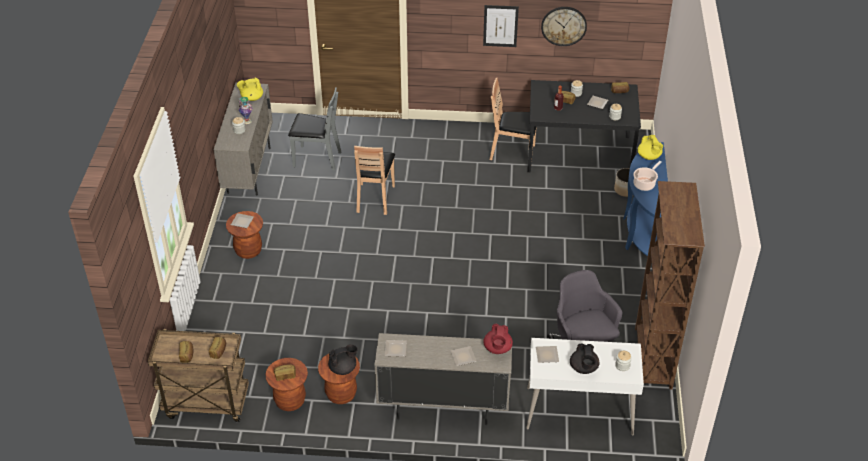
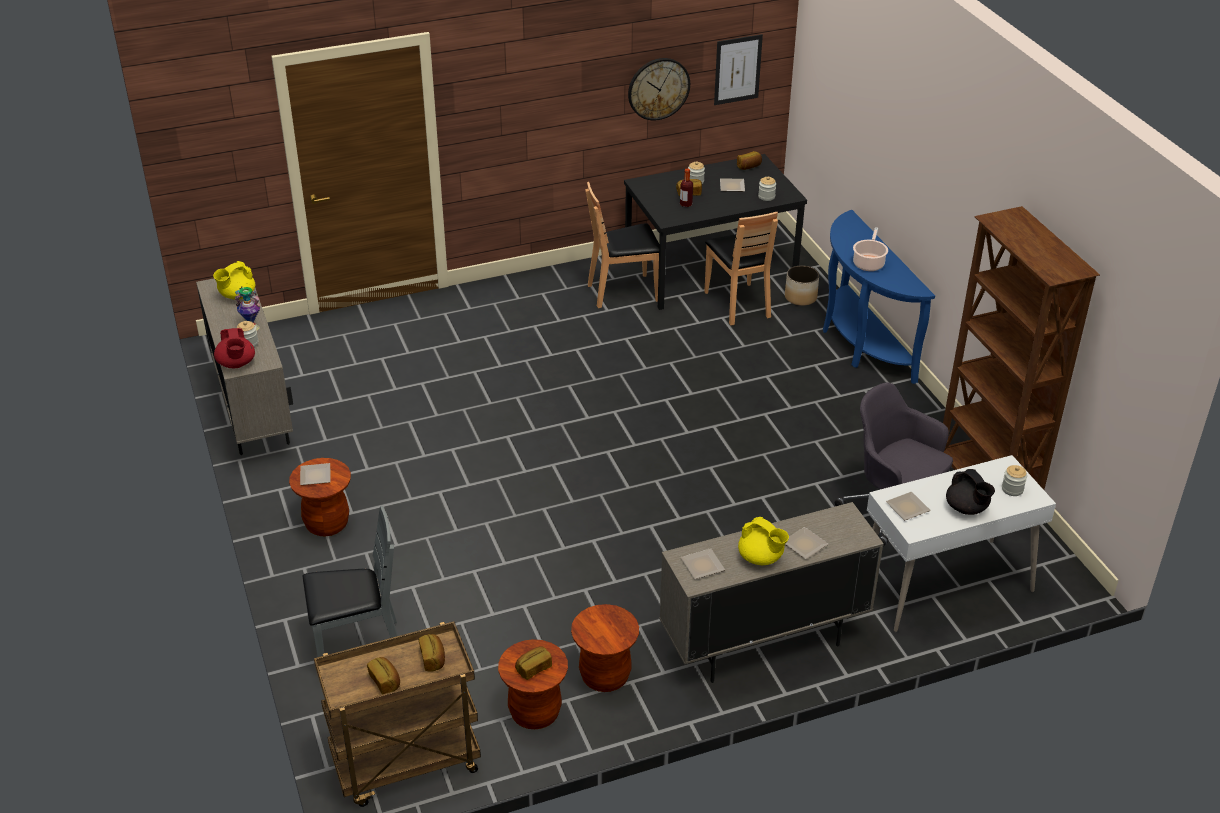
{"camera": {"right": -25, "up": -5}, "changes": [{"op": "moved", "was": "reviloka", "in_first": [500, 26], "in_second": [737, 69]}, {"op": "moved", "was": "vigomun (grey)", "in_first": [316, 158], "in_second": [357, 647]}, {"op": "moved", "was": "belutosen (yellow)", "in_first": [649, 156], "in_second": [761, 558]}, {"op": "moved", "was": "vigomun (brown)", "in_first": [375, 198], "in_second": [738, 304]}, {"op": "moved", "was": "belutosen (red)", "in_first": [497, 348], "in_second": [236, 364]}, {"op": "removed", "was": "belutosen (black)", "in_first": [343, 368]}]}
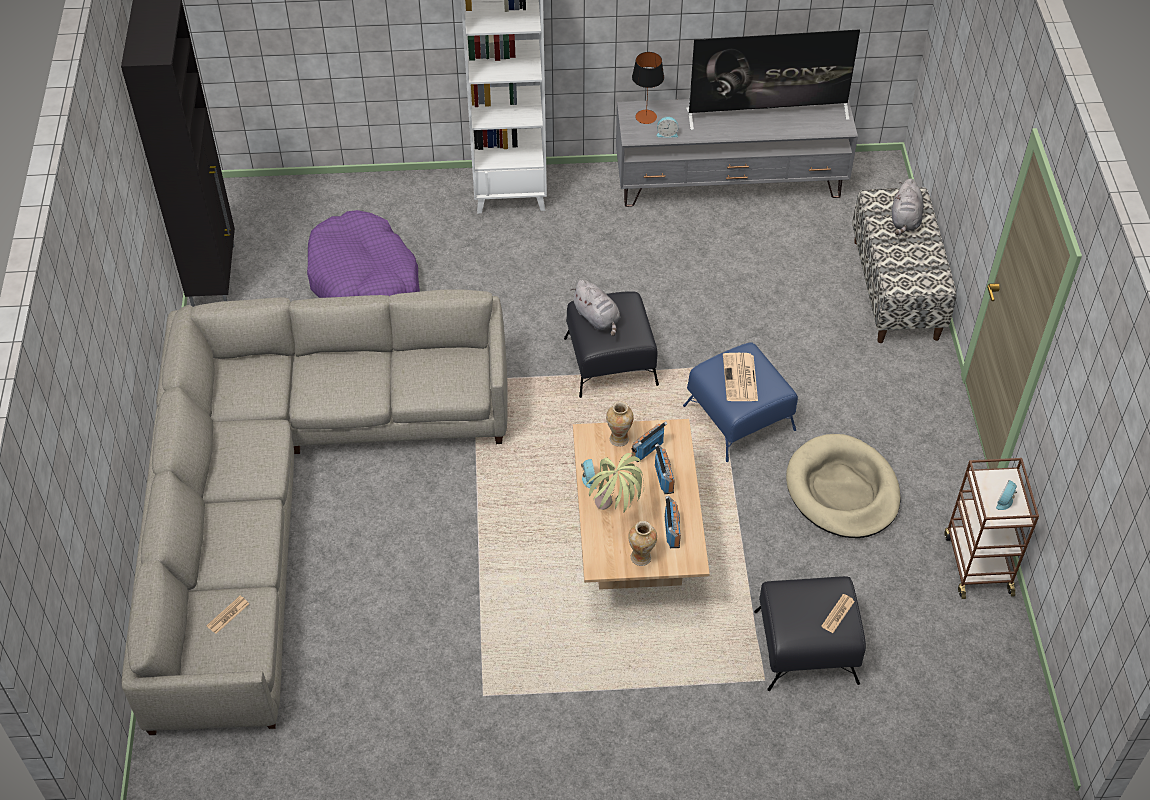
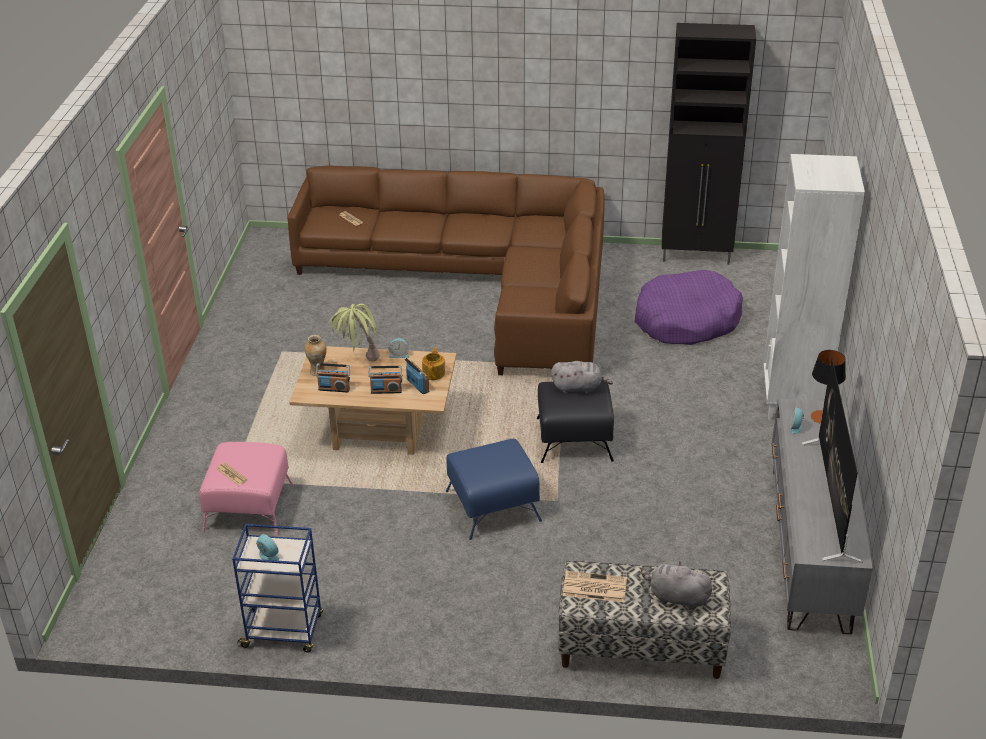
{"camera": {"right": 100, "up": -15}, "changes": [{"op": "turned", "was": "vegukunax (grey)", "in_first": [597, 318], "in_second": [579, 388], "clockwise": -150}, {"op": "recoloured", "was": "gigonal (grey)", "now": "gigonal (brown)", "in_first": [289, 492], "in_second": [480, 283]}, {"op": "moved", "was": "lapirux", "in_first": [740, 378], "in_second": [593, 587]}, {"op": "replaced", "was": "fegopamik", "now": "belutosen", "in_first": [619, 438], "in_second": [434, 373]}, {"op": "removed", "was": "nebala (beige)", "in_first": [842, 490]}, {"op": "recoloured", "was": "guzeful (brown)", "now": "guzeful (blue)", "in_first": [977, 563], "in_second": [284, 631]}, {"op": "recoloured", "was": "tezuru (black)", "now": "tezuru (pink)", "in_first": [805, 646], "in_second": [249, 507]}]}
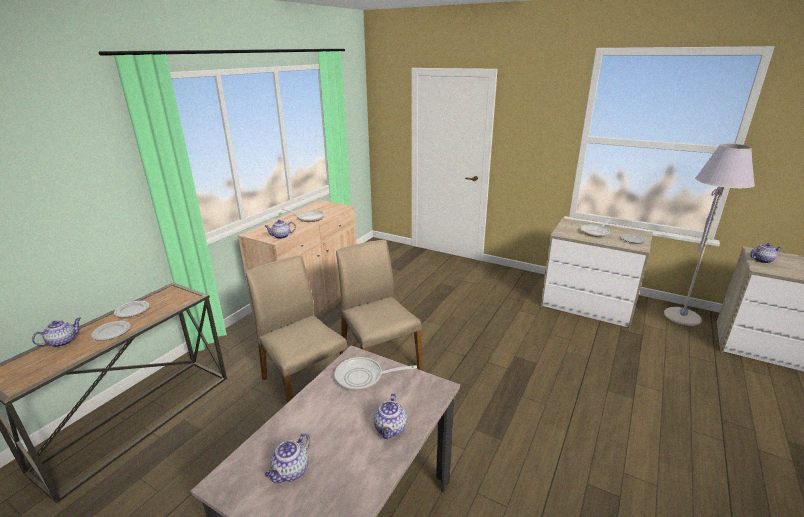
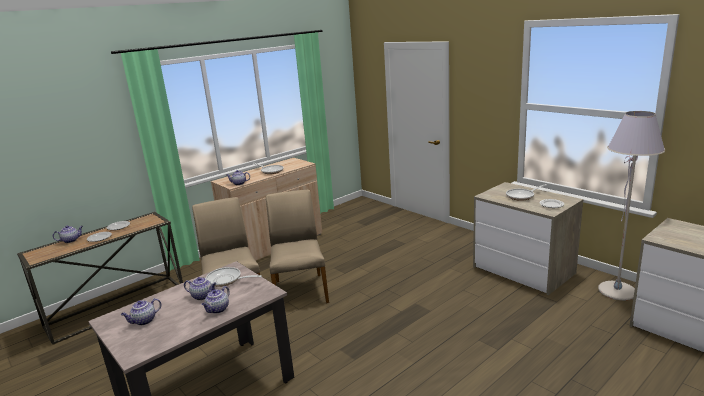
{"camera": {"right": 20, "up": -5}, "changes": [{"op": "moved", "was": "belutosen", "in_first": [762, 260], "in_second": [203, 296]}]}
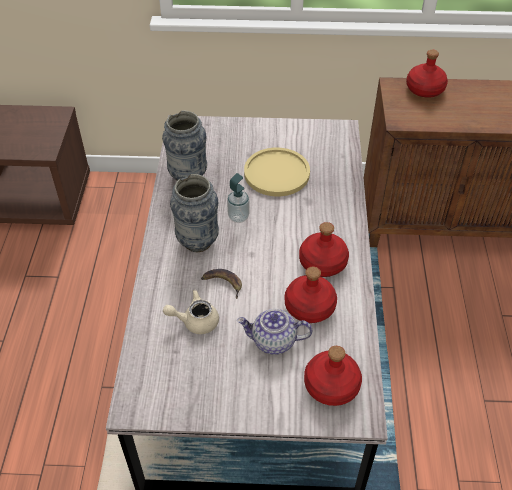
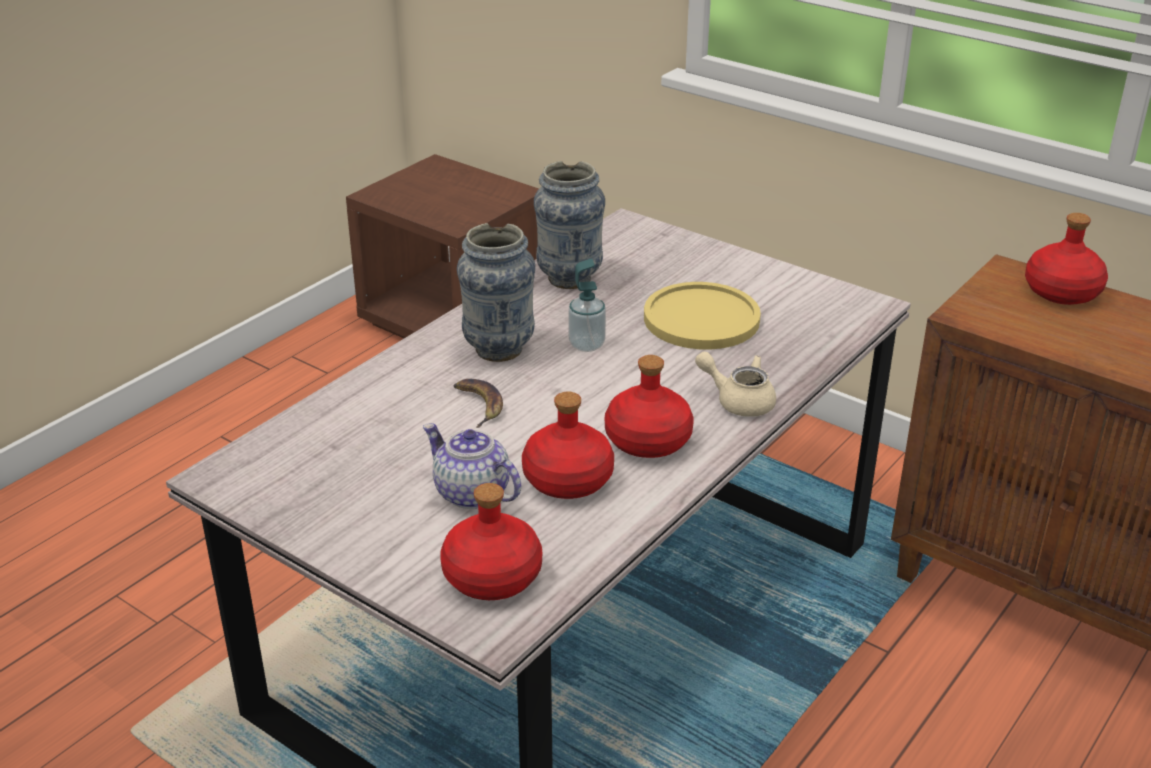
{"camera": {"right": 35, "up": -15}, "changes": [{"op": "moved", "was": "belutosen (beige)", "in_first": [195, 321], "in_second": [738, 400]}]}
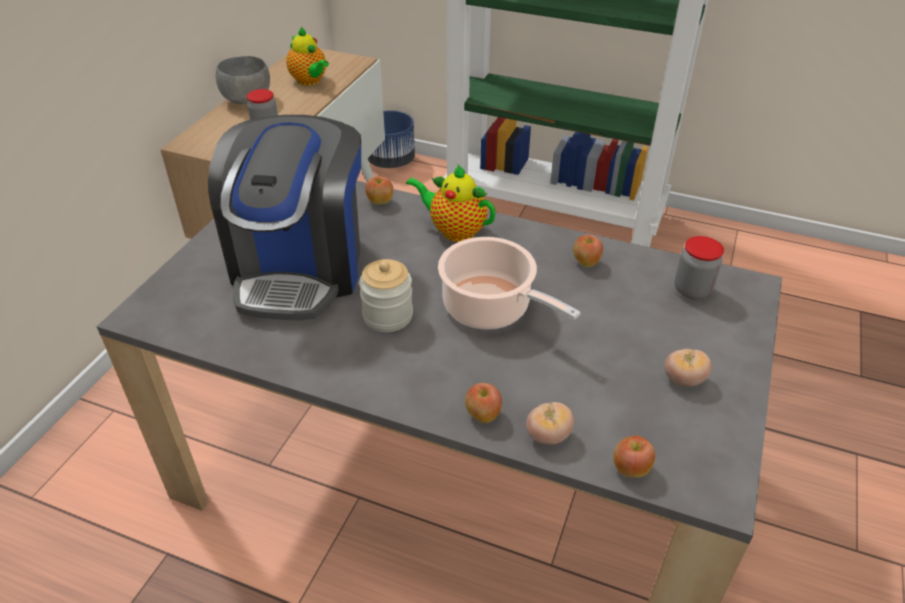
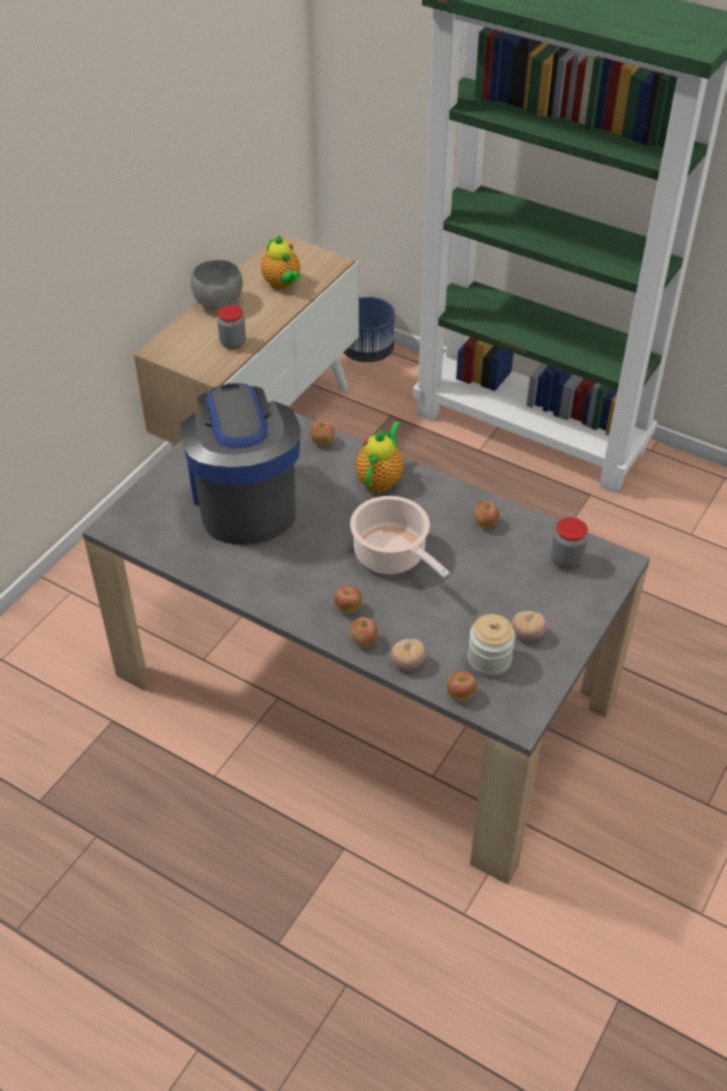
{"camera": {"right": 10, "up": 5}, "changes": [{"op": "turned", "was": "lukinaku", "in_first": [300, 268], "in_second": [245, 500], "clockwise": 150}, {"op": "turned", "was": "belutosen", "in_first": [454, 231], "in_second": [380, 479], "clockwise": 75}, {"op": "moved", "was": "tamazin", "in_first": [388, 316], "in_second": [489, 660]}, {"op": "added", "now": "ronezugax", "in_second": [347, 608]}]}
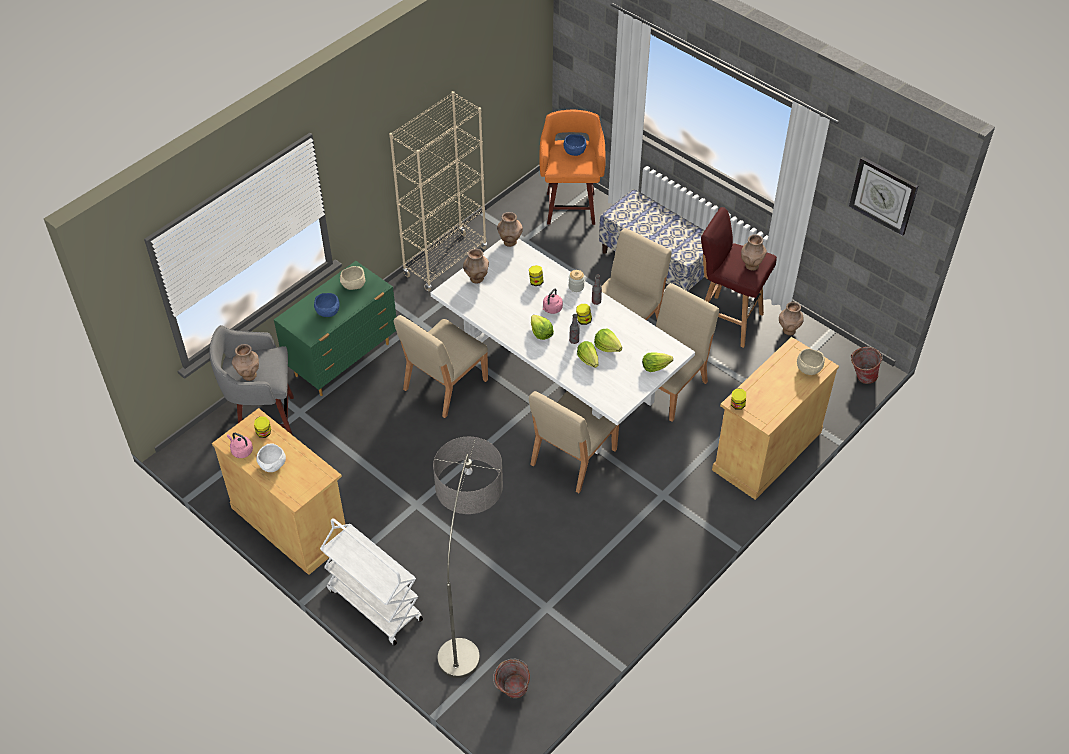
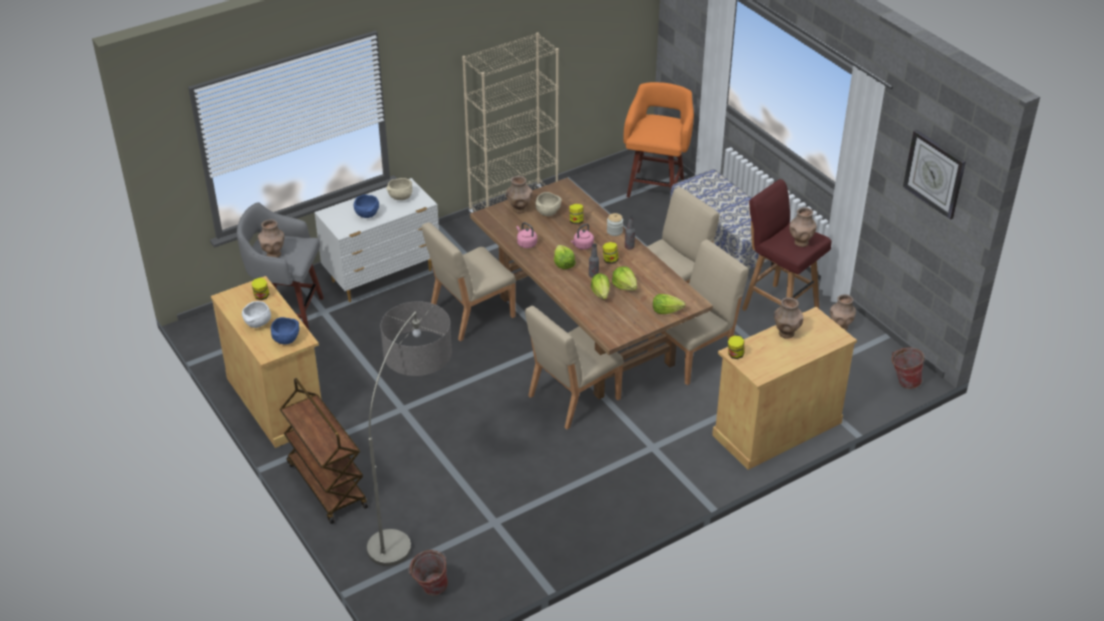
{"camera": {"right": 15, "up": -10}, "changes": [{"op": "moved", "was": "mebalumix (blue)", "in_first": [574, 152], "in_second": [286, 339]}, {"op": "moved", "was": "fegopamik (brown)", "in_first": [510, 242], "in_second": [786, 334]}, {"op": "recoloured", "was": "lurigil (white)", "now": "lurigil (brown)", "in_first": [560, 382], "in_second": [586, 331]}, {"op": "recoloured", "was": "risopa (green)", "now": "risopa (white)", "in_first": [344, 360], "in_second": [383, 276]}, {"op": "moved", "was": "mebalumix (beige)", "in_first": [808, 369], "in_second": [548, 212]}, {"op": "moved", "was": "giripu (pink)", "in_first": [241, 451], "in_second": [526, 243]}, {"op": "recoloured", "was": "guzeful (white)", "now": "guzeful (brown)", "in_first": [374, 604], "in_second": [326, 485]}]}
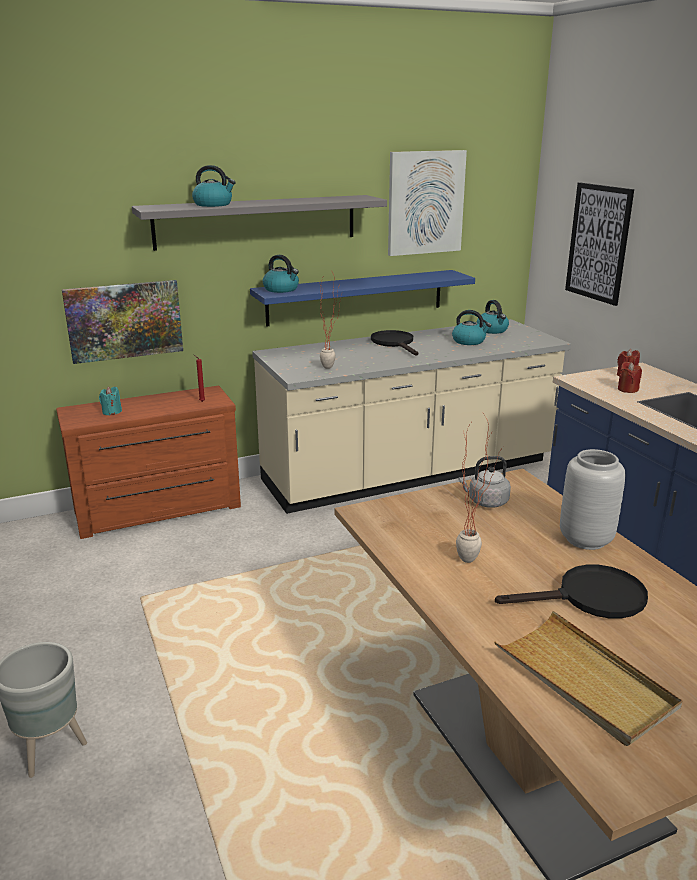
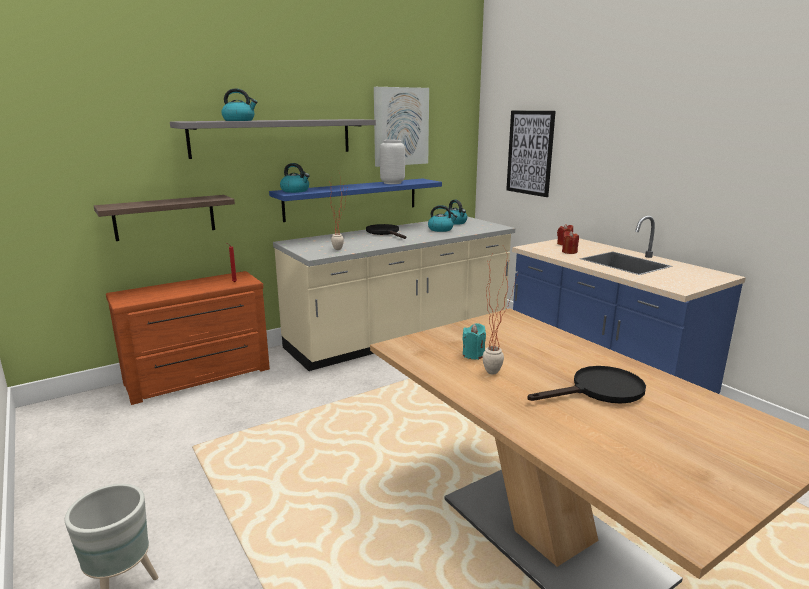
{"camera": {"right": -10, "up": -5}, "changes": [{"op": "replaced", "was": "reviloka", "now": "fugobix", "in_first": [124, 320], "in_second": [165, 217]}, {"op": "moved", "was": "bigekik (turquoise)", "in_first": [112, 412], "in_second": [473, 355]}, {"op": "moved", "was": "fegopamik (grey)", "in_first": [586, 539], "in_second": [392, 183]}, {"op": "removed", "was": "giripu (grey)", "in_first": [486, 502]}, {"op": "removed", "was": "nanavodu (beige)", "in_first": [584, 680]}]}
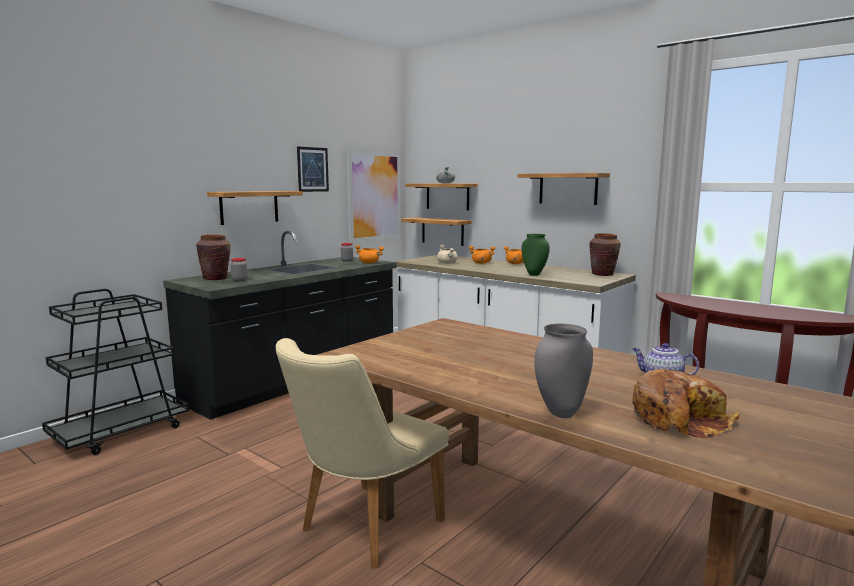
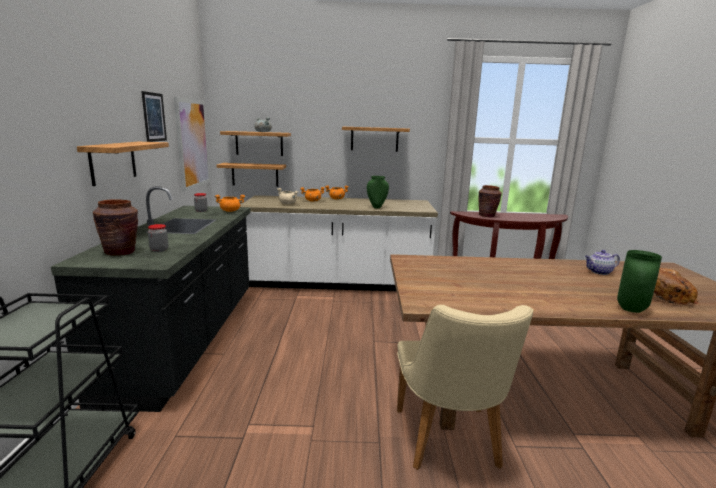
{"camera": {"right": -40, "up": 5}, "changes": [{"op": "moved", "was": "fegopamik (brown)", "in_first": [602, 274], "in_second": [487, 216]}, {"op": "recoloured", "was": "fegopamik (grey)", "now": "fegopamik (green)", "in_first": [561, 414], "in_second": [632, 310]}]}
